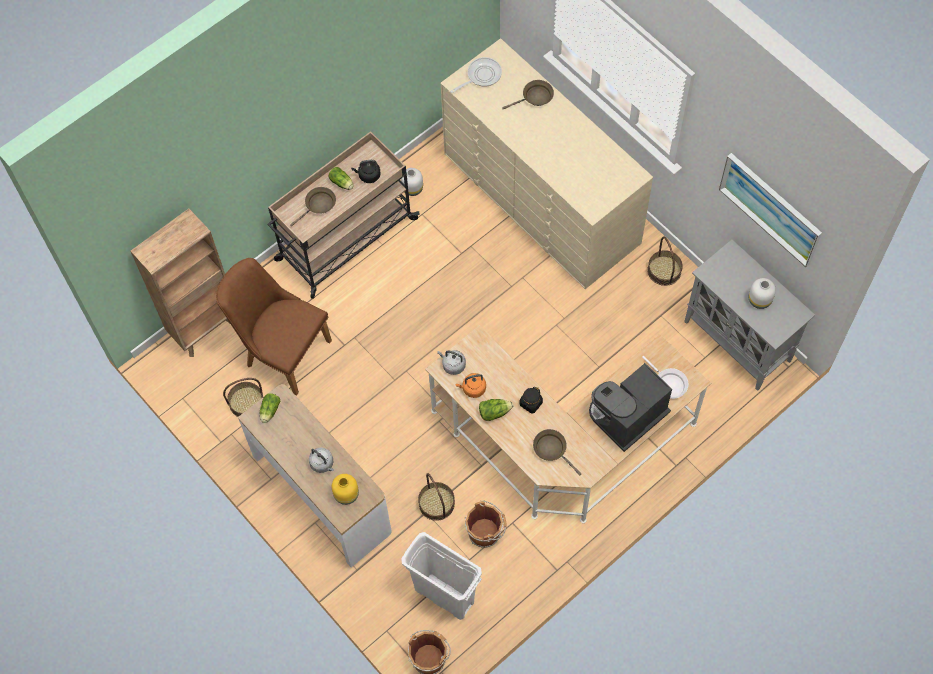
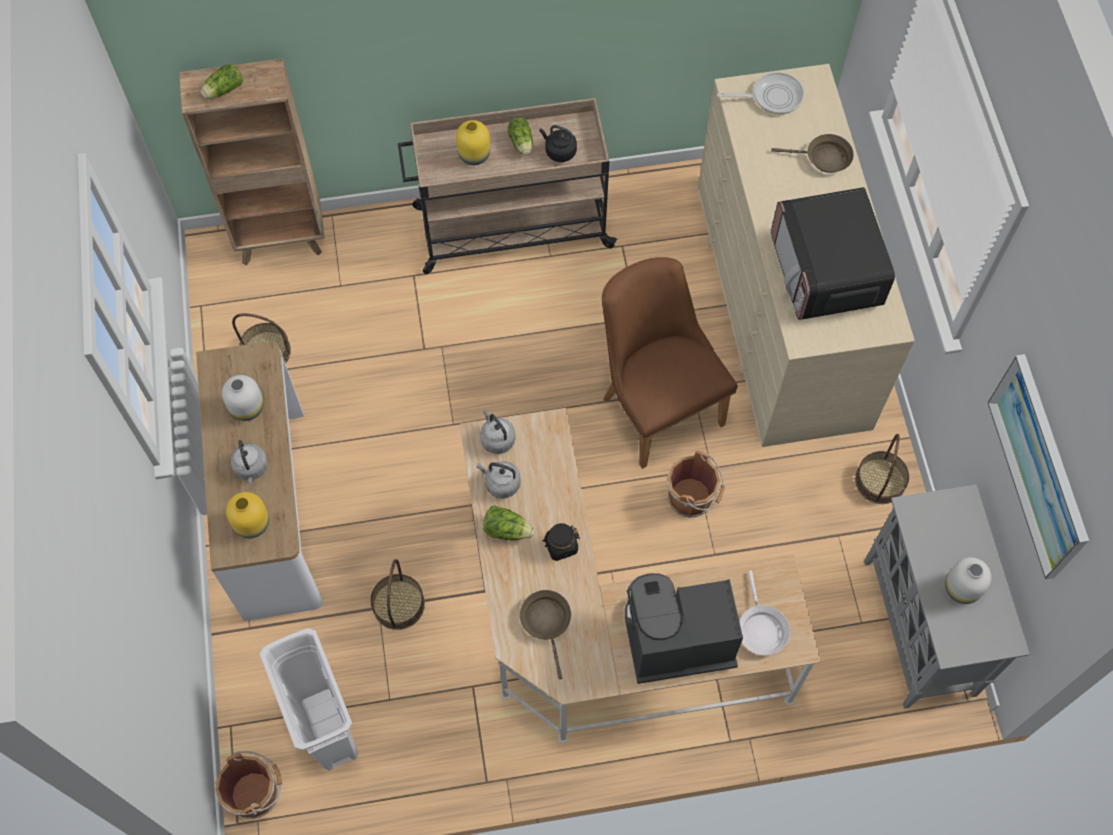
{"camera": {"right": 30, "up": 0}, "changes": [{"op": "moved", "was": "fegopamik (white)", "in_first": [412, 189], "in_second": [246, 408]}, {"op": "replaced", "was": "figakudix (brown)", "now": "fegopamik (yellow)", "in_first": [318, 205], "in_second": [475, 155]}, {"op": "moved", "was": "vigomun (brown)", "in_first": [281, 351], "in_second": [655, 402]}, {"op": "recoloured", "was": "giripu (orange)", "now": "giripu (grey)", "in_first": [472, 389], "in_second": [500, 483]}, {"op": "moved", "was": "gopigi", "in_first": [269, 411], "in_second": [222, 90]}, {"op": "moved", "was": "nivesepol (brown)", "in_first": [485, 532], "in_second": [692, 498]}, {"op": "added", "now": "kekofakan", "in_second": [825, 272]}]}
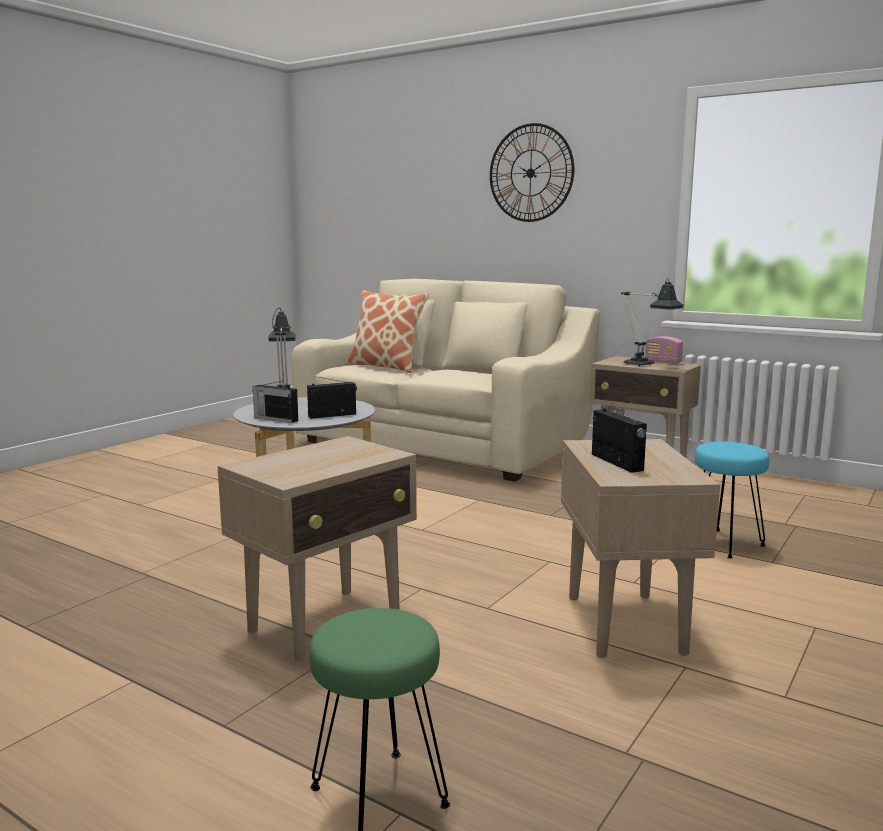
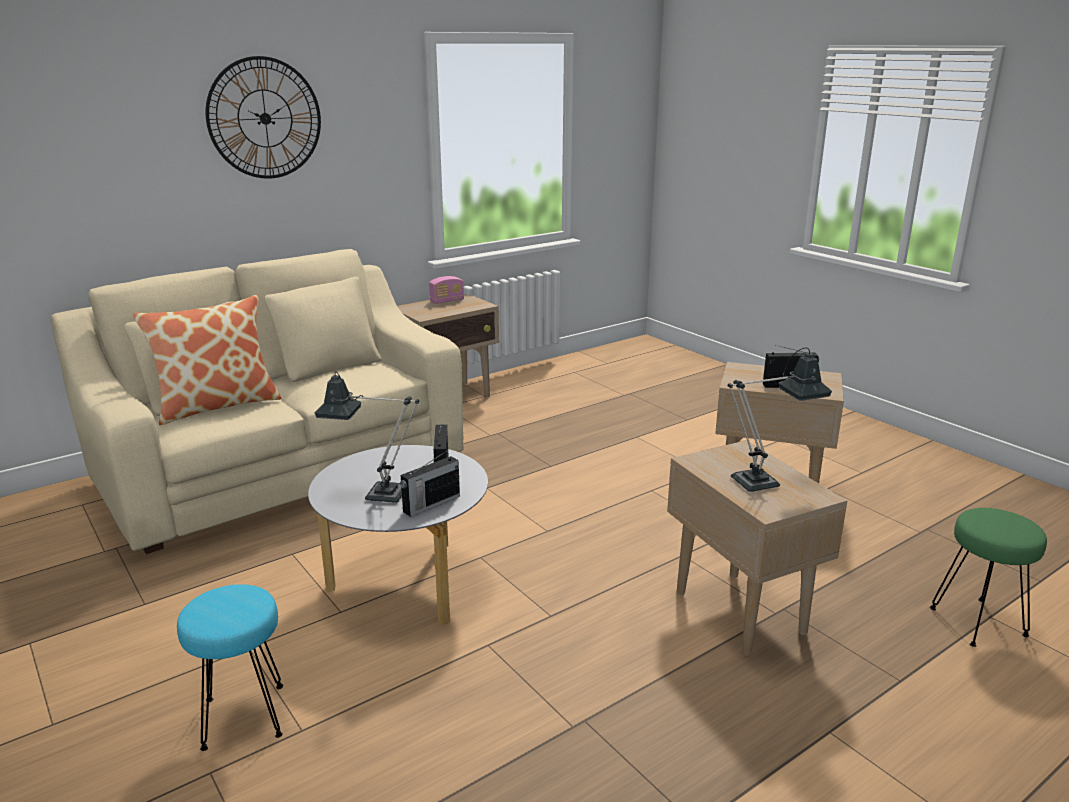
{"camera": {"right": -70, "up": 10}, "changes": [{"op": "moved", "was": "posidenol", "in_first": [644, 365], "in_second": [764, 481]}, {"op": "moved", "was": "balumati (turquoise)", "in_first": [724, 544], "in_second": [245, 717]}]}
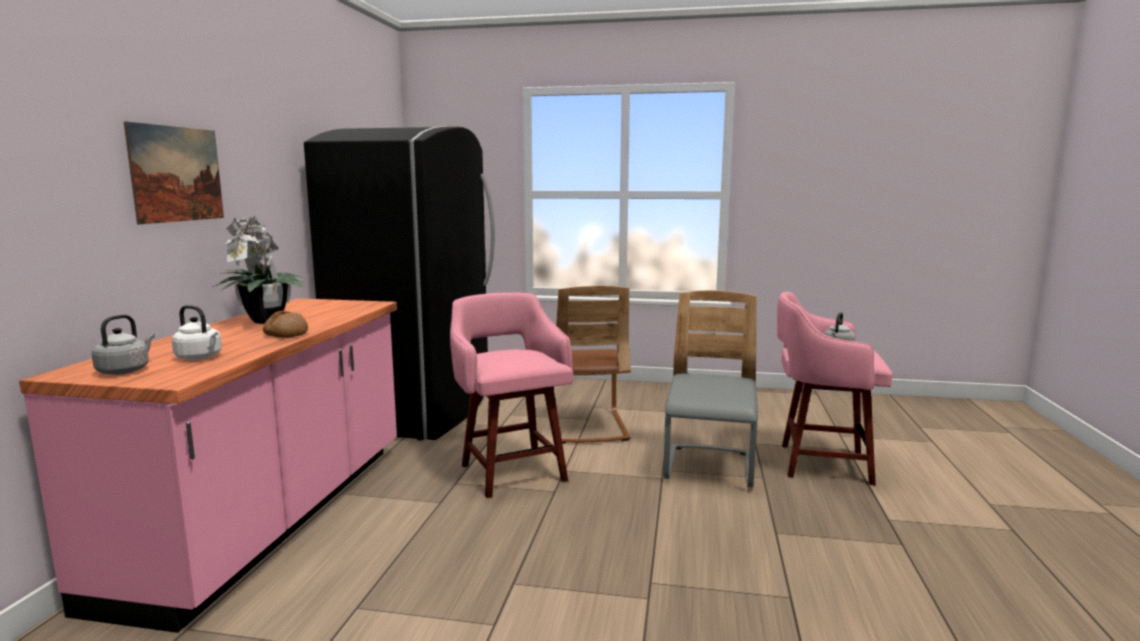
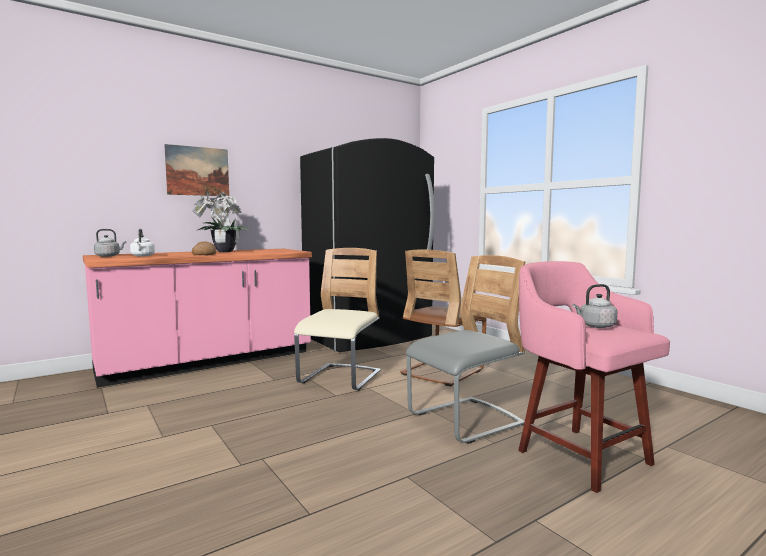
{"camera": {"right": 45, "up": -5}, "changes": [{"op": "replaced", "was": "balumati (pink)", "now": "vigomun (beige)", "in_first": [511, 471], "in_second": [340, 378]}]}
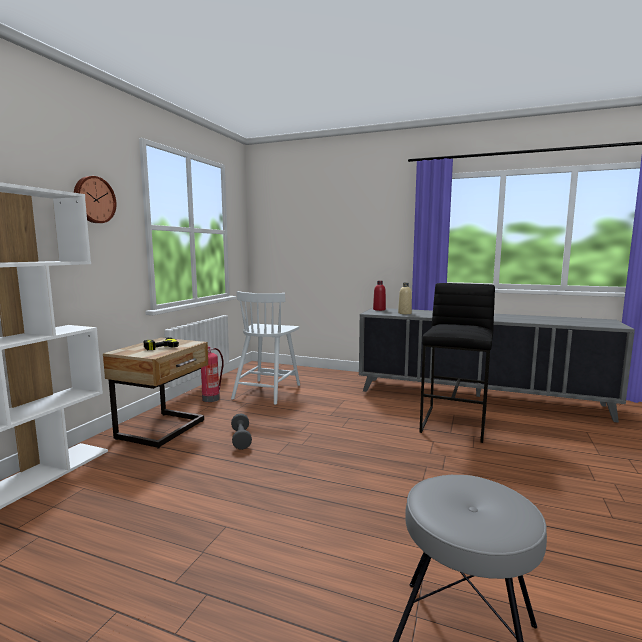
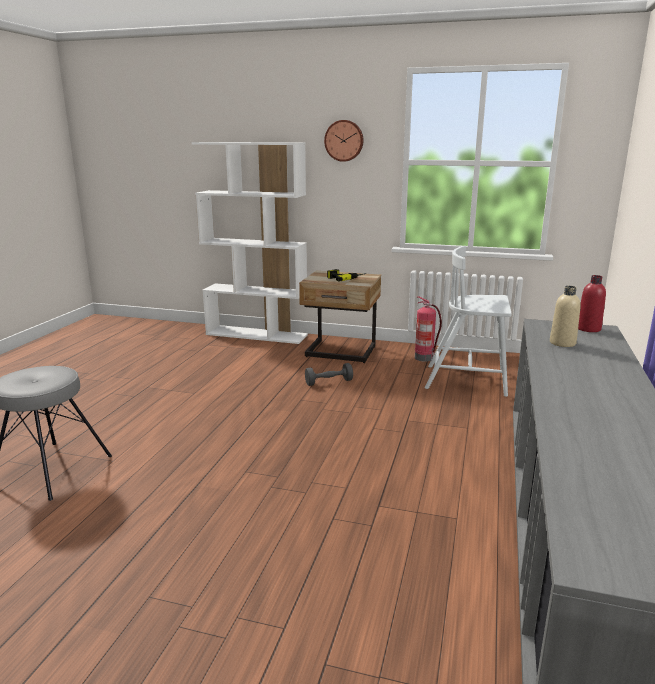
{"camera": {"right": 85, "up": 10}, "changes": [{"op": "removed", "was": "balumati (black)", "in_first": [455, 423]}]}
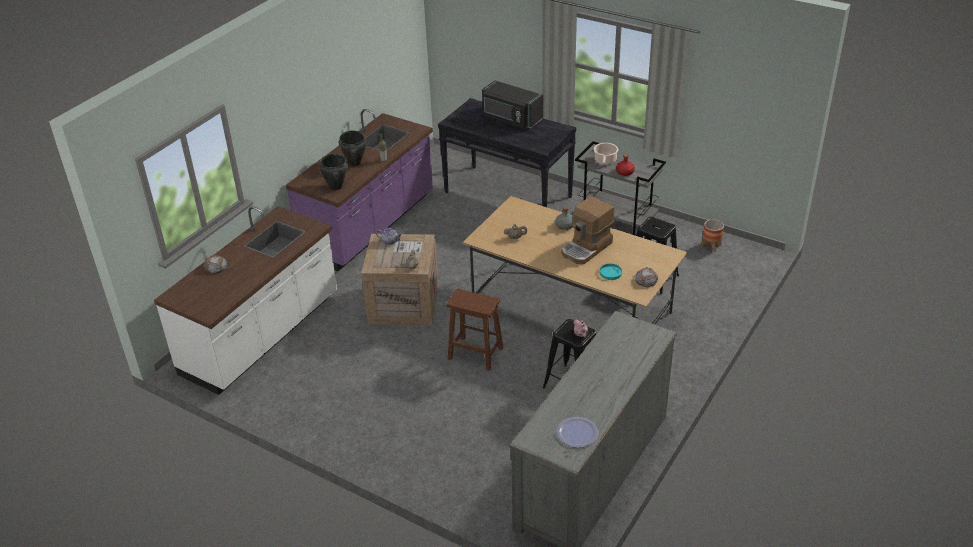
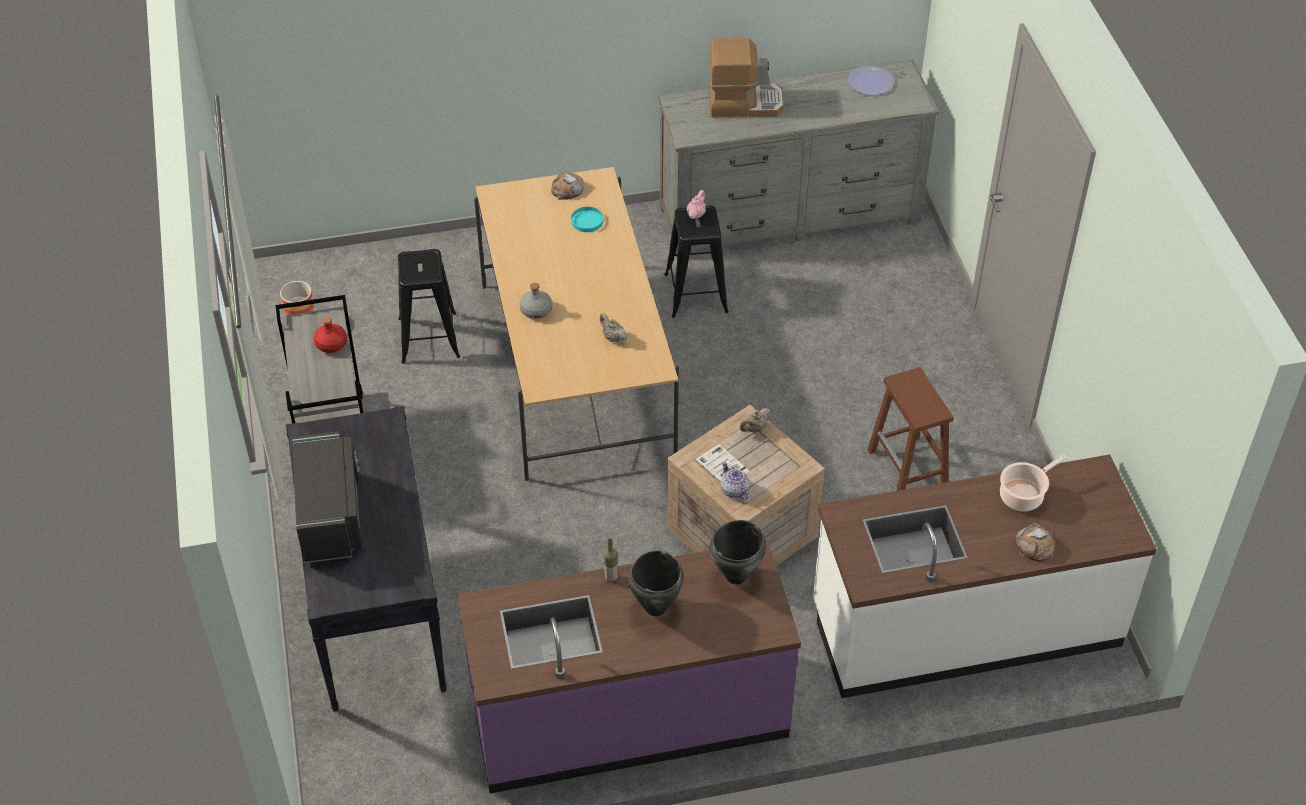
{"camera": {"right": -135, "up": 10}, "changes": [{"op": "moved", "was": "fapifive", "in_first": [605, 161], "in_second": [1023, 495]}, {"op": "moved", "was": "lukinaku", "in_first": [587, 248], "in_second": [744, 102]}, {"op": "moved", "was": "balumati (brown)", "in_first": [474, 353], "in_second": [908, 468]}]}
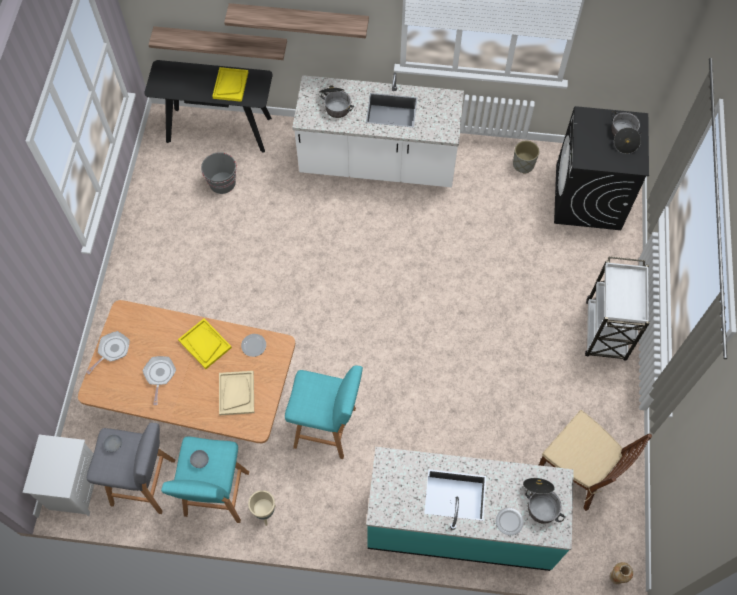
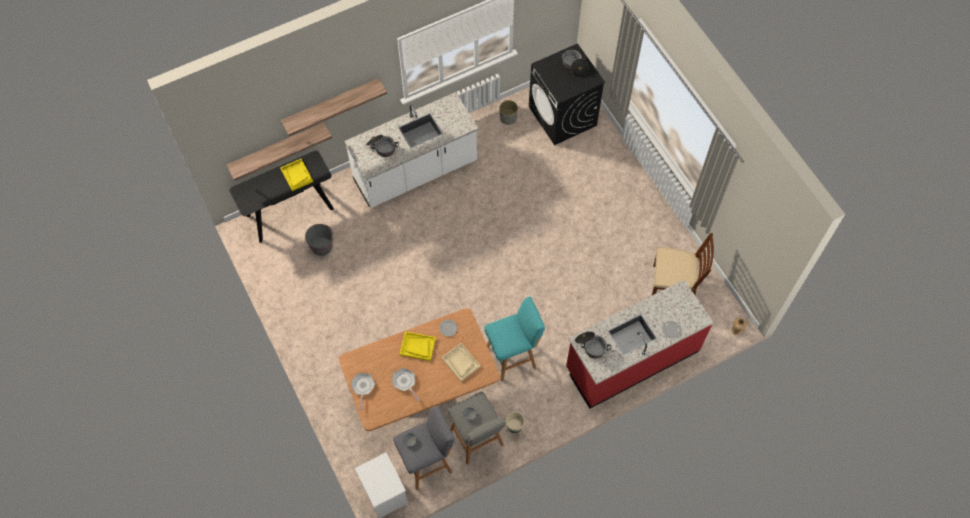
{"camera": {"right": -35, "up": 0}, "changes": [{"op": "removed", "was": "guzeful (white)", "in_first": [605, 332]}, {"op": "recoloured", "was": "balumati (turquoise)", "now": "balumati (grey)", "in_first": [216, 496], "in_second": [477, 440]}, {"op": "recoloured", "was": "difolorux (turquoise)", "now": "difolorux (red)", "in_first": [461, 524], "in_second": [631, 359]}, {"op": "moved", "was": "fapifive", "in_first": [540, 502], "in_second": [591, 346]}]}
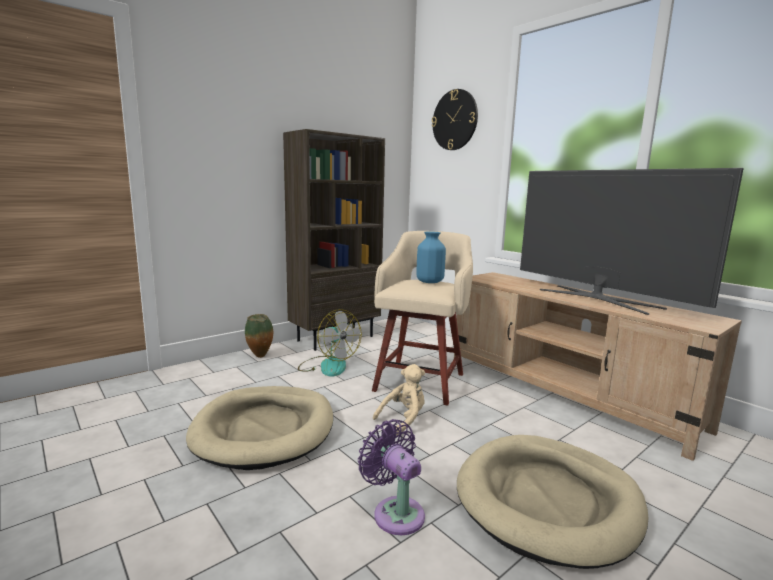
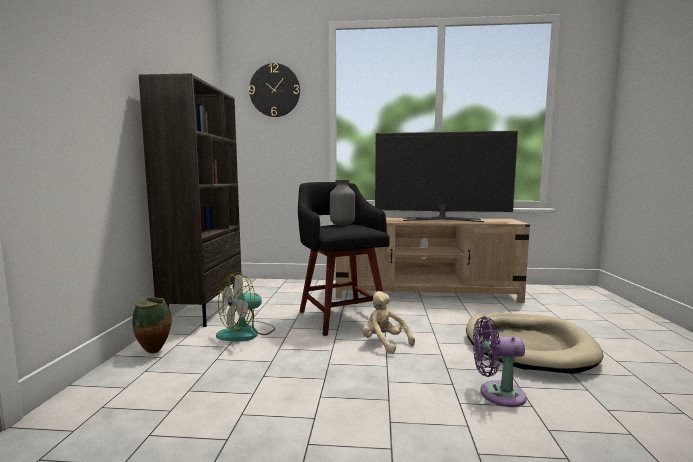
{"camera": {"right": -45, "up": -5}, "changes": [{"op": "recoloured", "was": "balumati (beige)", "now": "balumati (black)", "in_first": [421, 381], "in_second": [341, 316]}, {"op": "recoloured", "was": "fegopamik (blue)", "now": "fegopamik (grey)", "in_first": [429, 282], "in_second": [342, 224]}, {"op": "turned", "was": "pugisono", "in_first": [328, 365], "in_second": [246, 333], "clockwise": 135}, {"op": "turned", "was": "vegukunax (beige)", "in_first": [403, 420], "in_second": [384, 343], "clockwise": -45}, {"op": "removed", "was": "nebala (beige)", "in_first": [265, 430]}]}
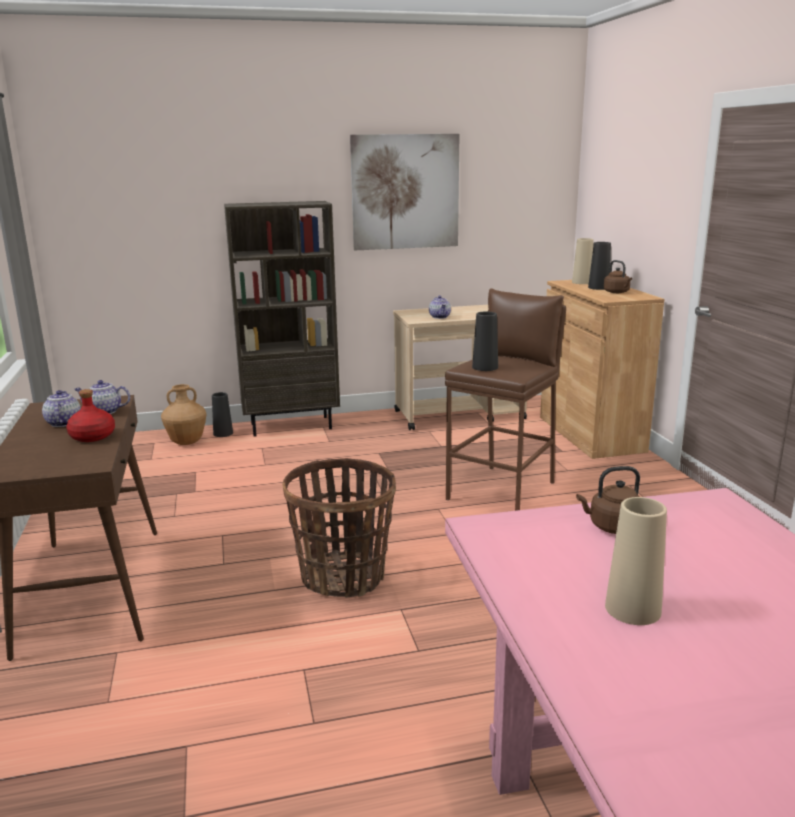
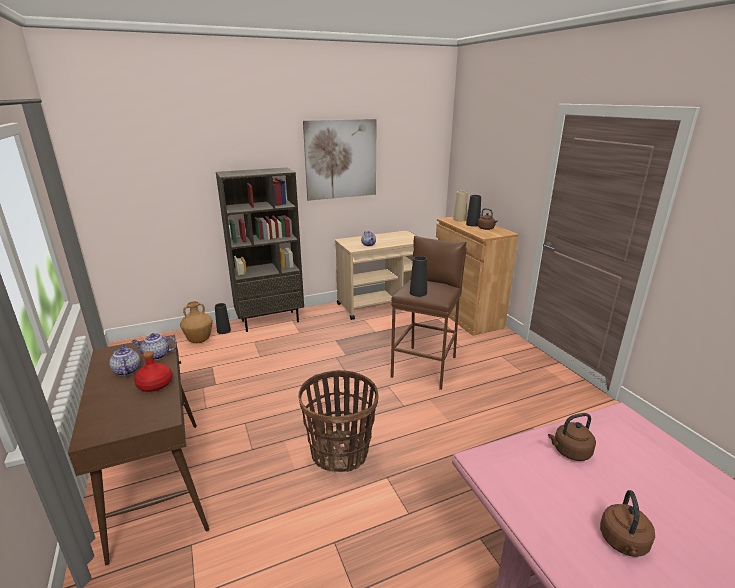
{"camera": {"right": -10, "up": 5}, "changes": [{"op": "replaced", "was": "fegopamik (beige)", "now": "giripu (brown)", "in_first": [632, 609], "in_second": [623, 543]}]}
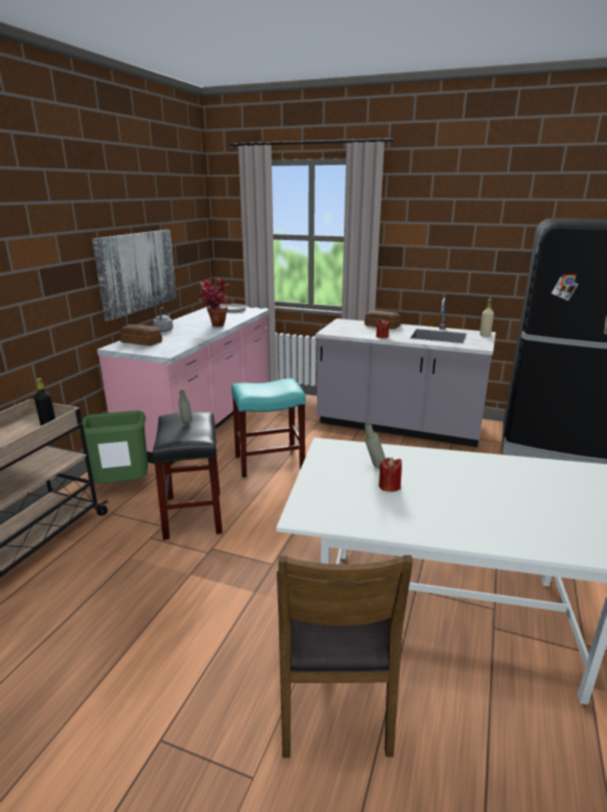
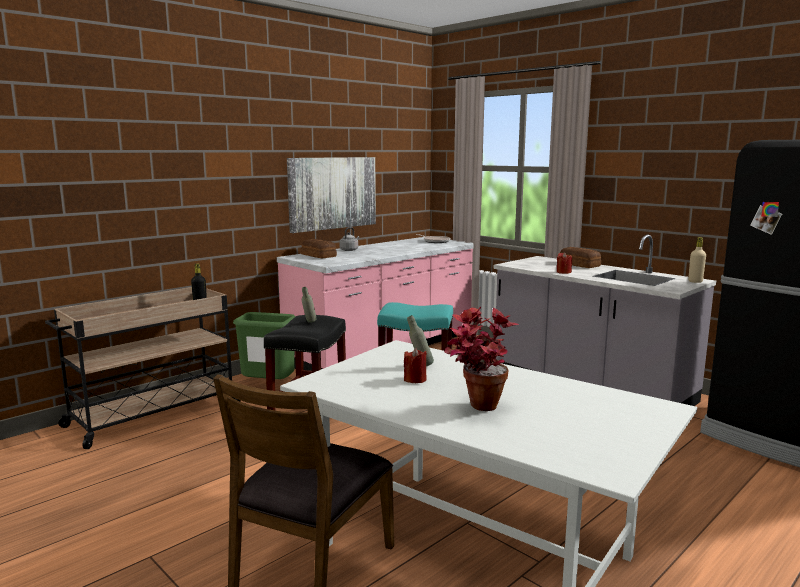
{"camera": {"right": 25, "up": -10}, "changes": [{"op": "moved", "was": "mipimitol", "in_first": [215, 326], "in_second": [476, 409]}]}
